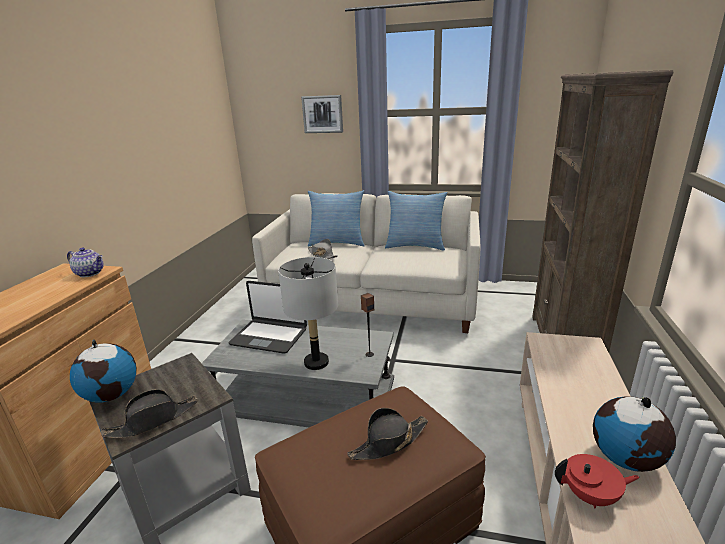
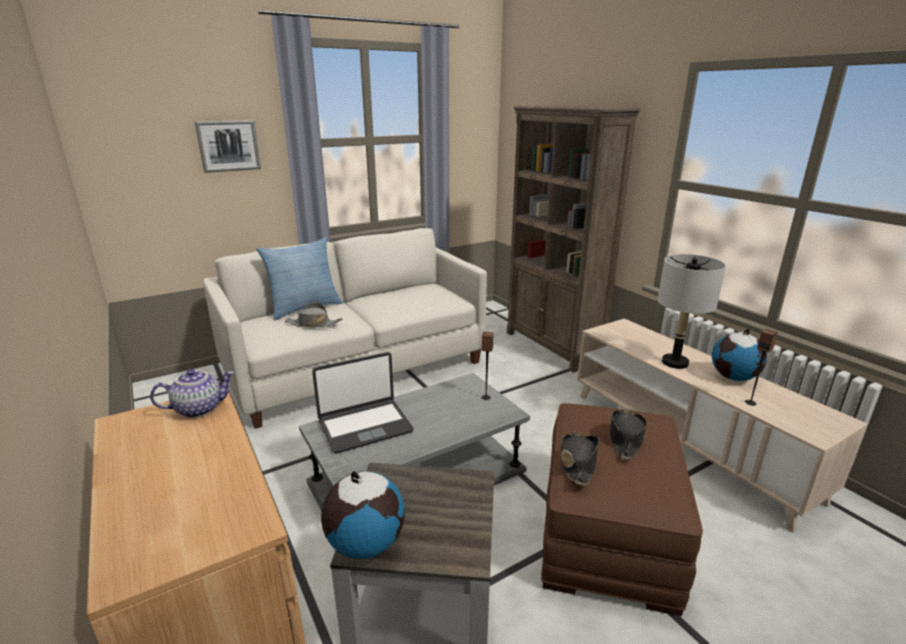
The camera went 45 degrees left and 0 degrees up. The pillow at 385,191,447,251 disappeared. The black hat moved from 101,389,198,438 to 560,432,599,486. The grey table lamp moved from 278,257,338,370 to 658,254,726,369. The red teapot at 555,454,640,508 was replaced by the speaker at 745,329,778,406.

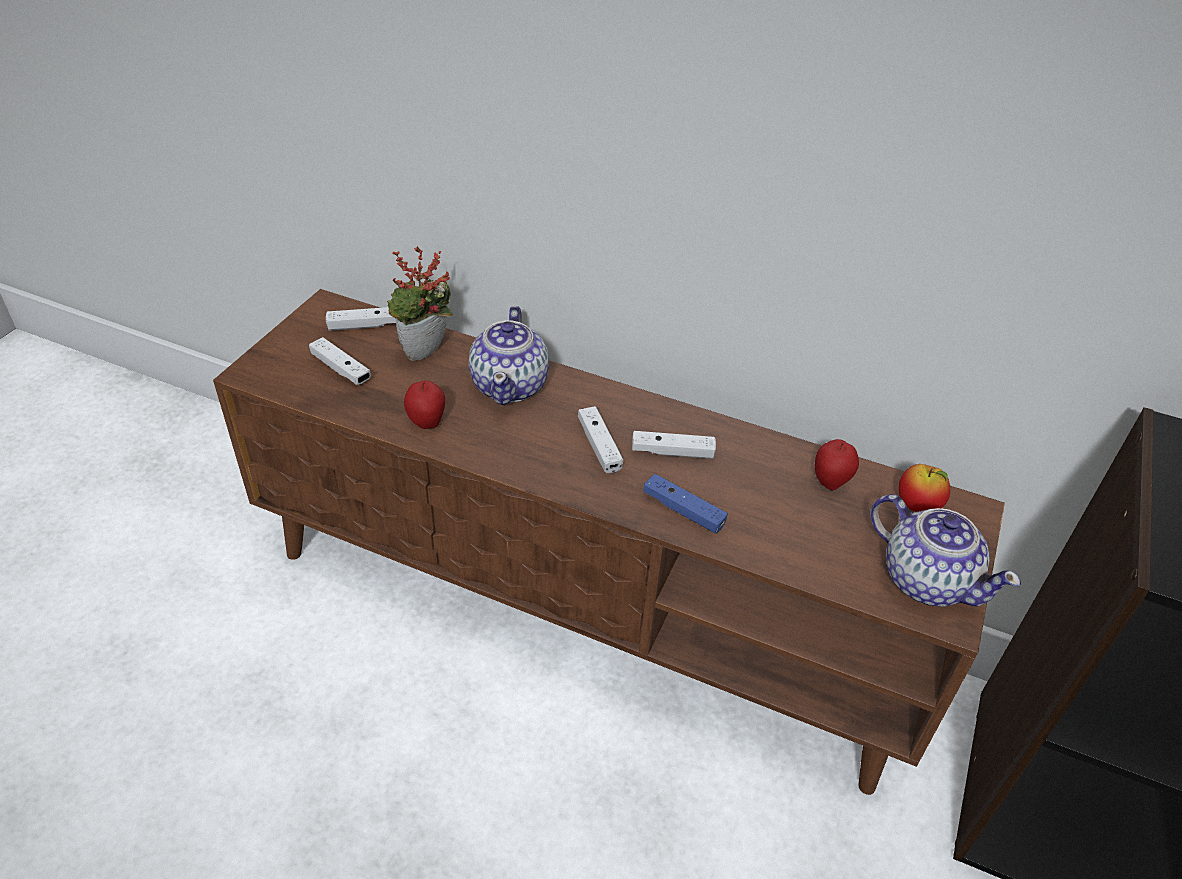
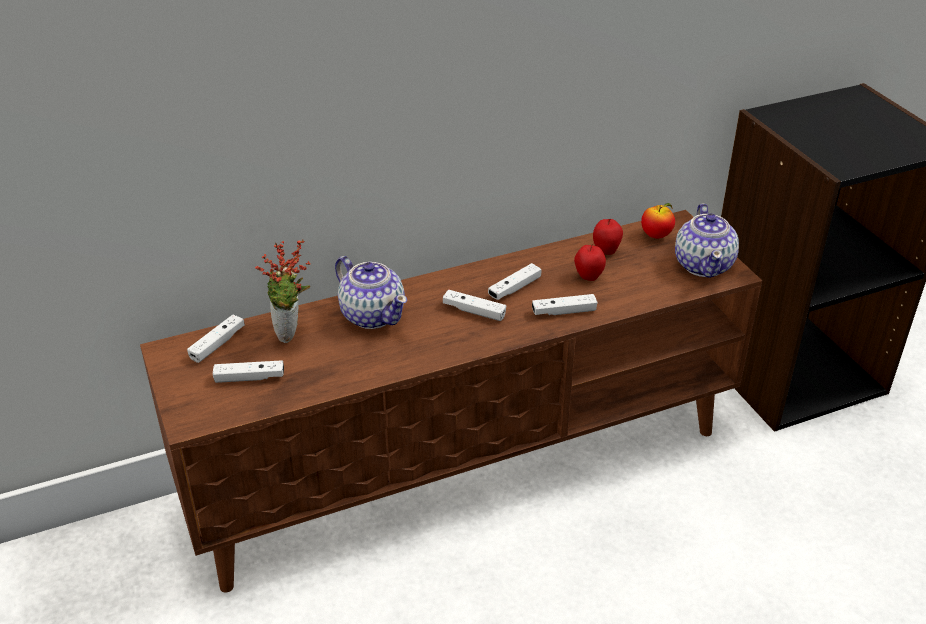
The camera went 45 degrees left and 5 degrees down. The apple moved from 404,381,445,429 to 574,243,606,281. The blue game controller at 643,474,728,534 became the white game controller at 532,294,598,315. The teapot at 871,494,1021,607 turned 90 degrees clockwise.

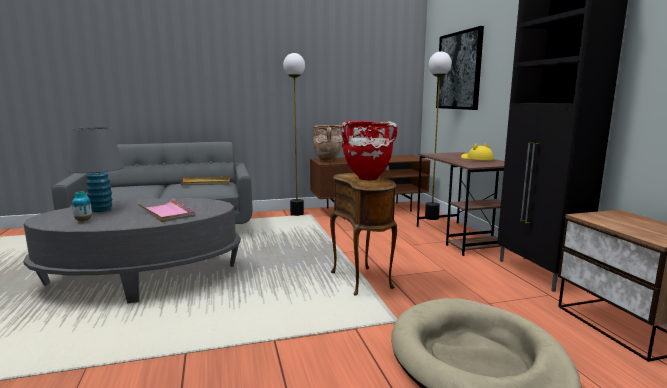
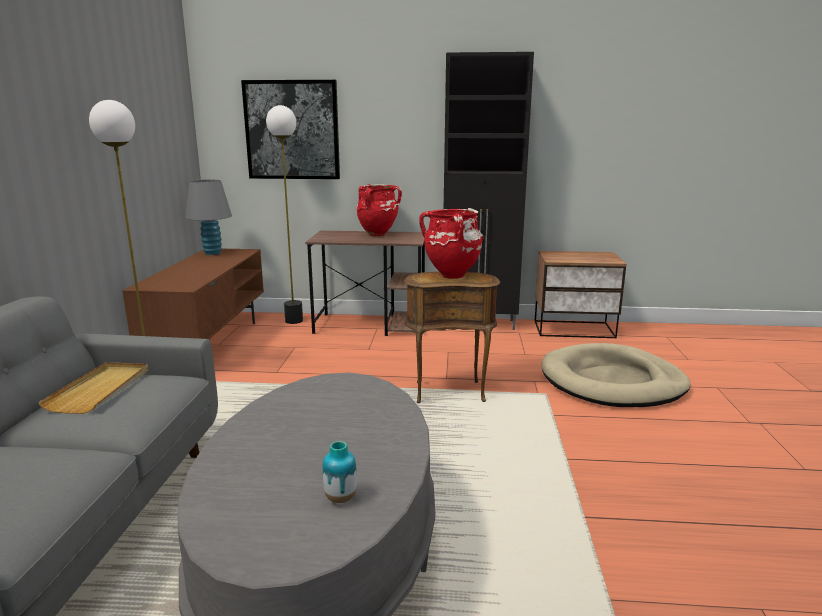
The camera went 70 degrees left and 5 degrees up. The pink tray at 138,198,195,222 disappeared. The beige vase at 313,125,343,162 disappeared. The grey table lamp moved from 67,127,124,212 to 186,179,232,255. The yellow hat at 461,143,494,161 was replaced by the red vase at 357,184,402,236.

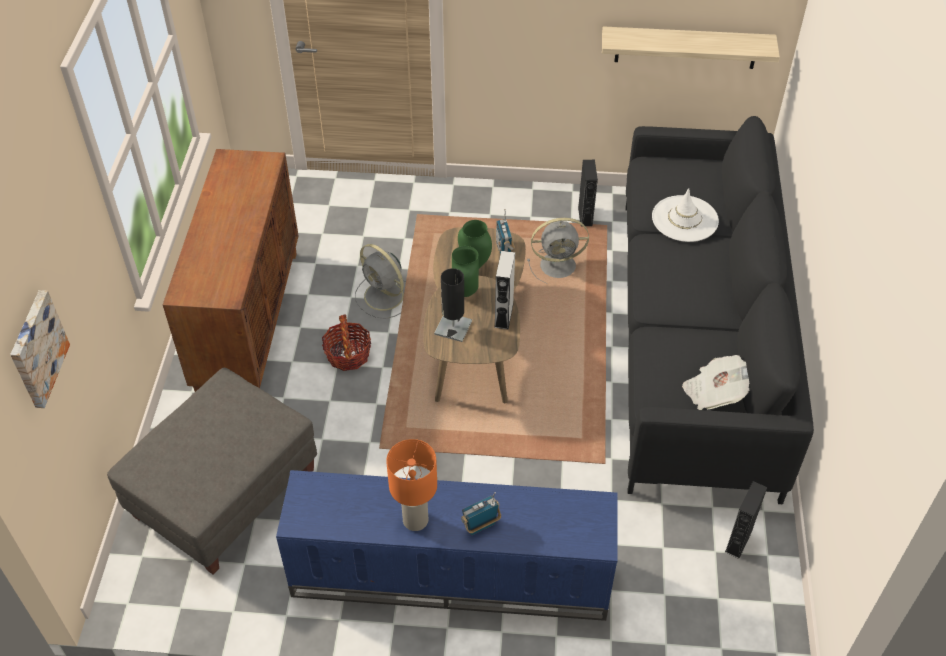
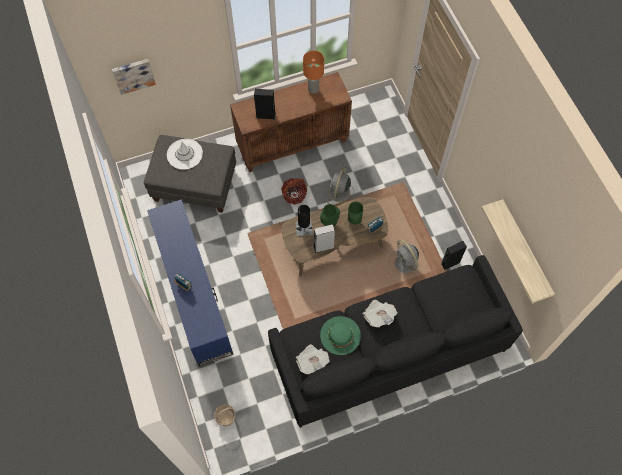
The camera went 65 degrees right and 15 degrees up. The basket at 214,404,236,426 appeared. The green hat at 320,316,361,355 appeared. The newspaper at 362,300,397,327 appeared. The orange table lamp moved from 386,439,437,531 to 303,51,324,93. The white hat moved from 652,188,719,242 to 167,139,203,170. The black speaker moved from 725,481,767,559 to 254,89,276,120.

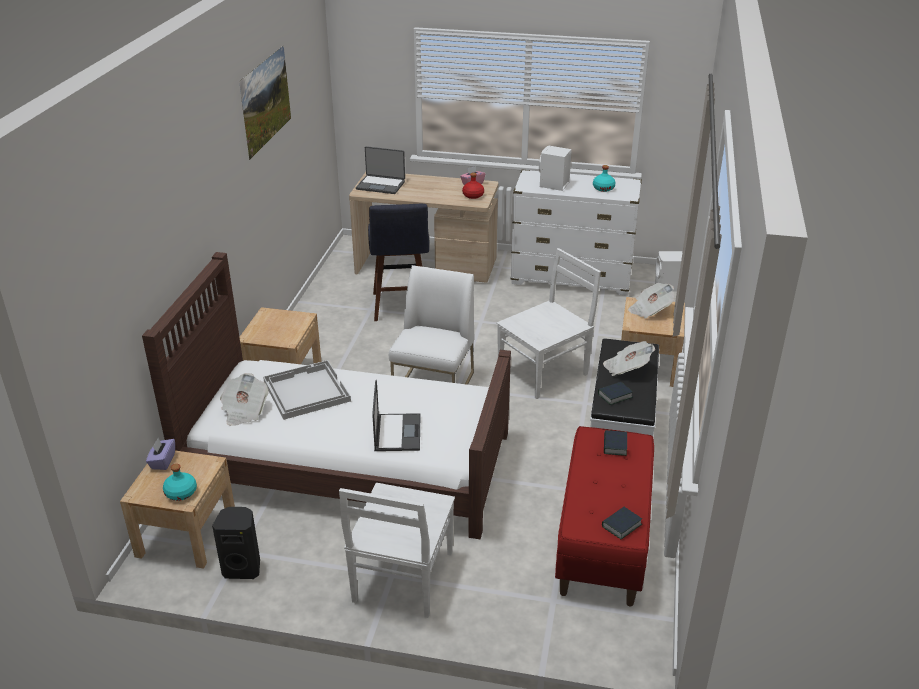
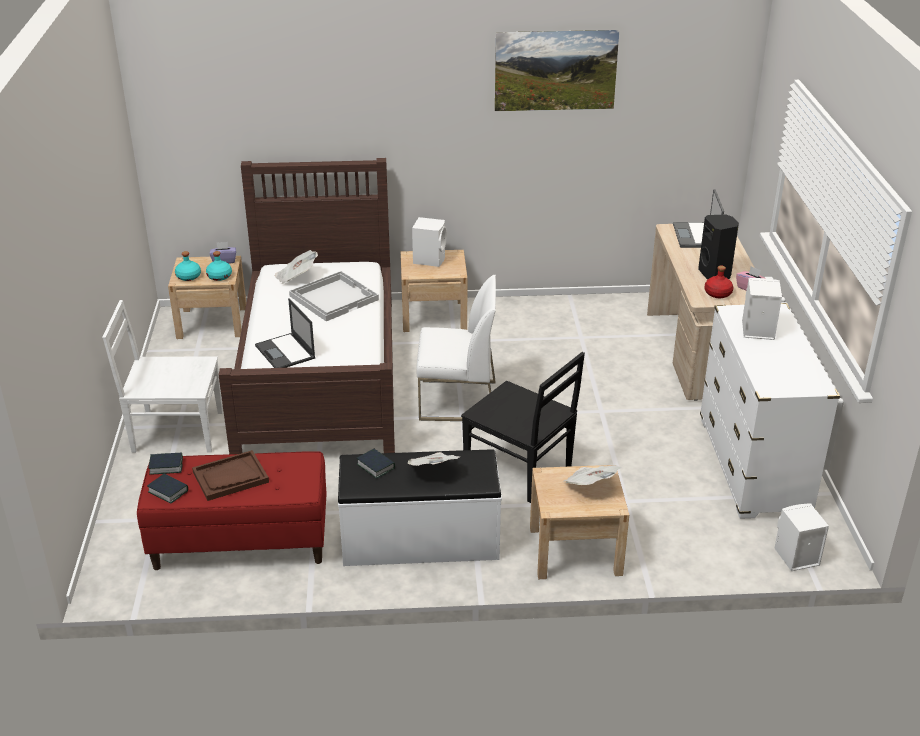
The camera went 75 degrees right and 0 degrees up. The blue stool at 368,204,430,321 disappeared. The brown tray at 192,450,269,501 appeared. The white speaker at 412,217,447,267 appeared. The black speaker moved from 212,507,260,579 to 698,214,739,280. The turquoise bottle moved from 593,165,616,192 to 206,251,232,281. The book moved from 604,430,627,456 to 148,453,183,475. The white chair at 497,248,601,399 became the black chair at 461,352,585,503. The laptop at 372,380,421,451 turned 75 degrees clockwise.

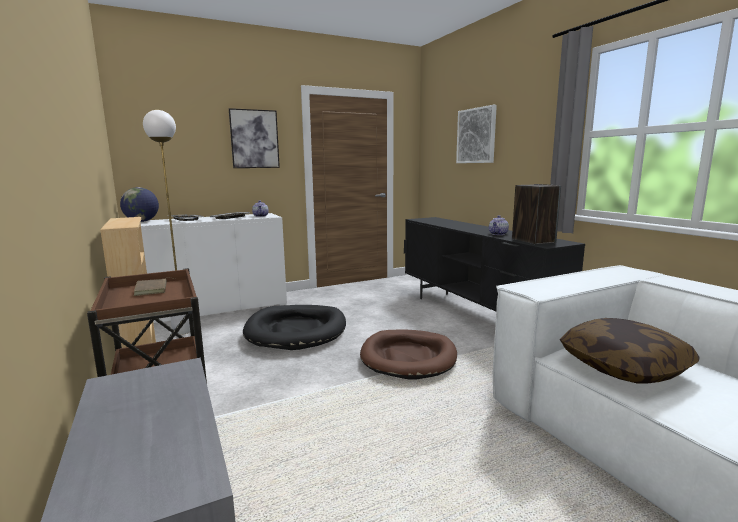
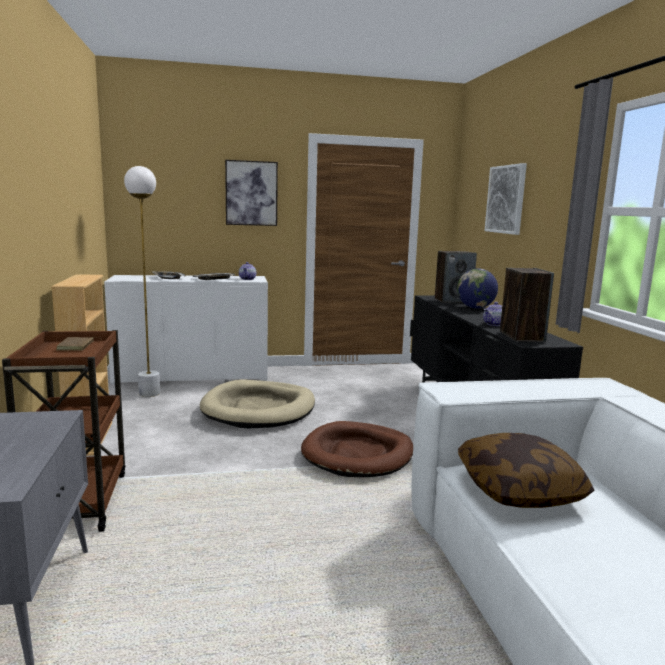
The camera went 15 degrees right and 0 degrees up. The speaker at 435,251,477,303 appeared. The globe moved from 120,187,159,222 to 457,268,498,308. The black dog bed at 243,305,346,350 became the beige dog bed at 200,379,315,428.

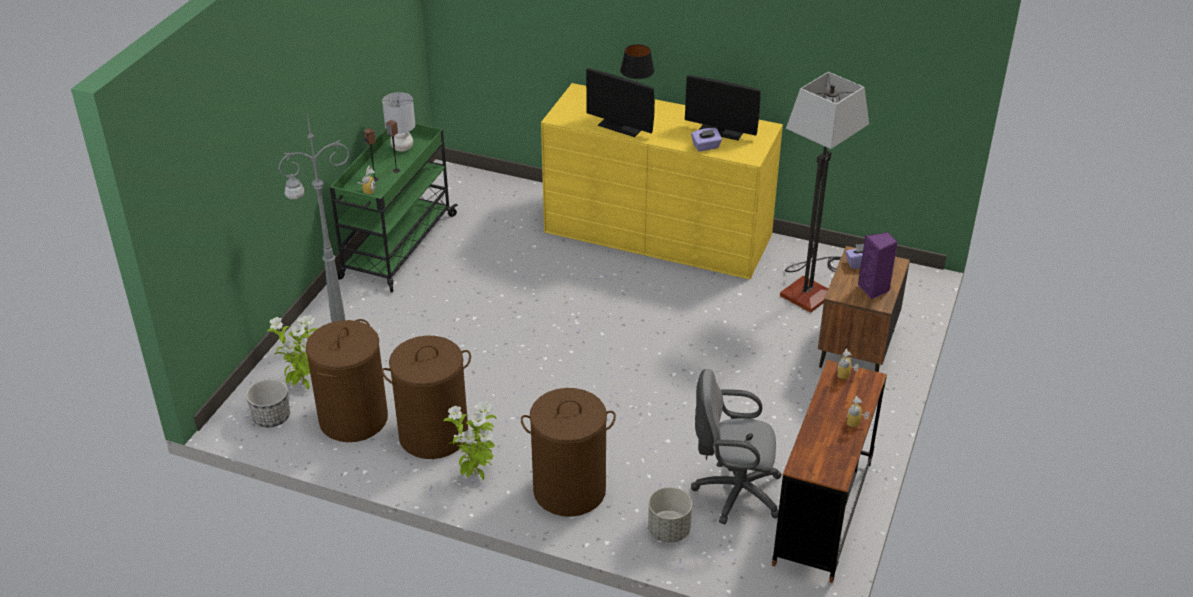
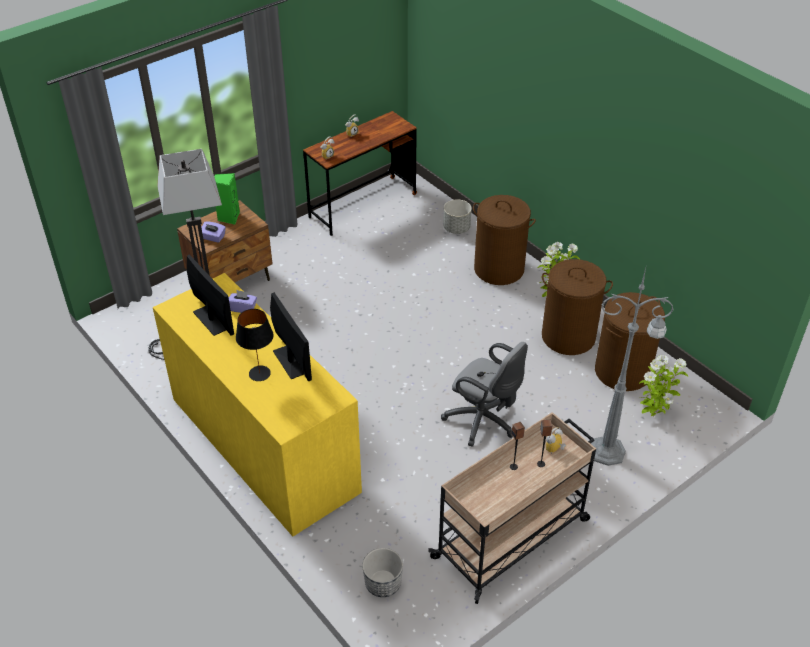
The camera went 150 degrees left and 5 degrees up. The grey table lamp at 382,92,415,152 disappeared. The planter moved from 246,379,290,427 to 362,548,403,597. The grey office chair moved from 691,369,782,524 to 441,342,528,447. The green cart at 330,123,458,292 became the beige cart at 428,412,596,604. The purple speaker at 858,232,898,299 became the green speaker at 214,173,240,224.

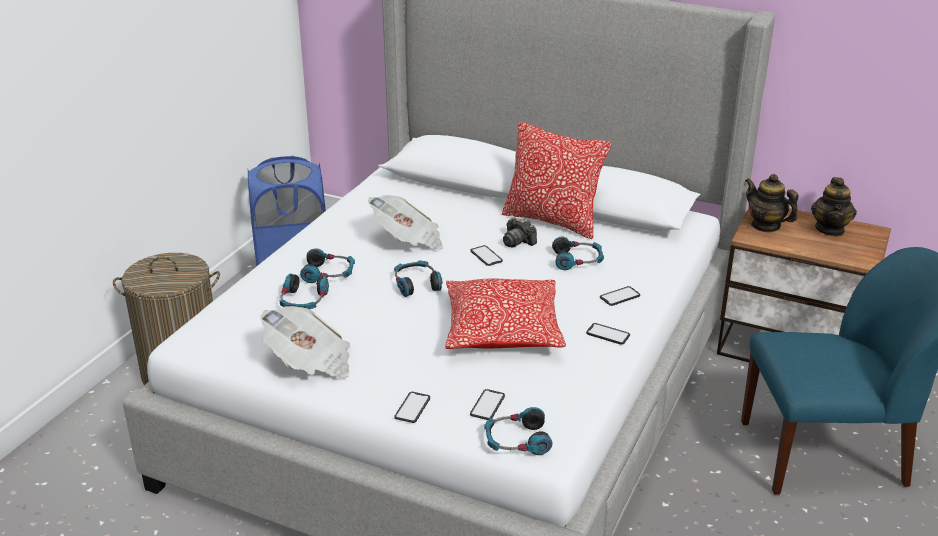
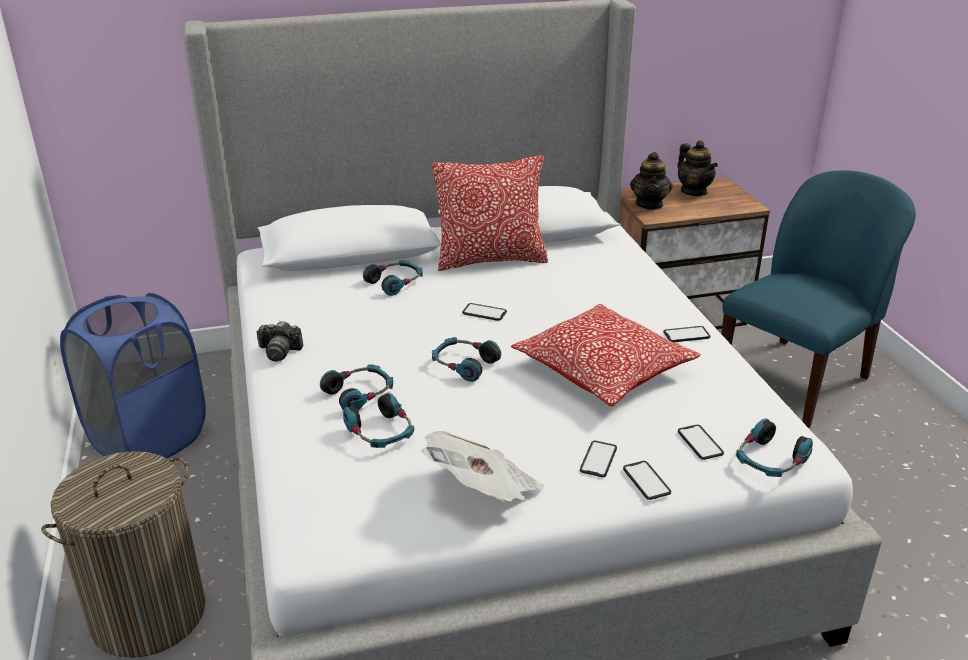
The camera went 40 degrees left and 0 degrees up. The newspaper at 368,195,443,249 disappeared. The photo camera moved from 503,218,537,248 to 256,321,303,361. The headphones moved from 552,237,604,270 to 363,260,423,296. The phone moved from 600,286,640,306 to 580,440,617,477. The teapot at 745,174,798,232 turned 90 degrees counterclockwise.

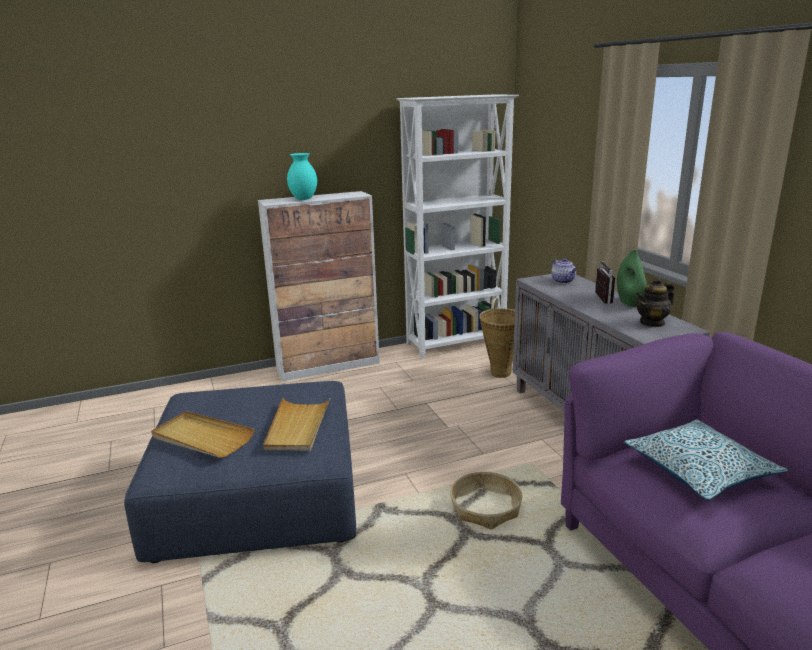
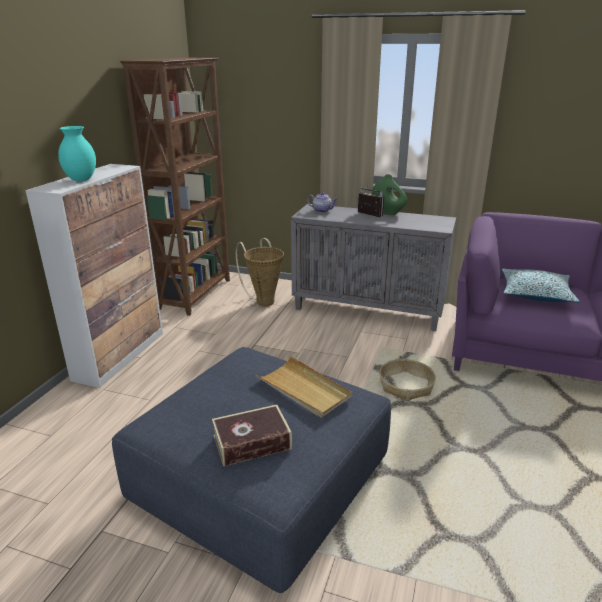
The camera went 50 degrees left and 5 degrees up. The teapot at 636,277,674,327 disappeared. The beige tray at 151,411,255,458 was replaced by the book at 212,405,292,466. The white bookcase at 396,94,519,358 became the brown bookcase at 120,58,230,316.

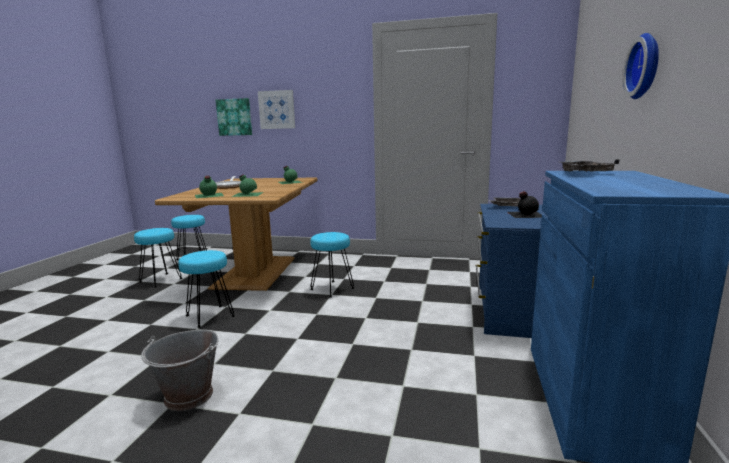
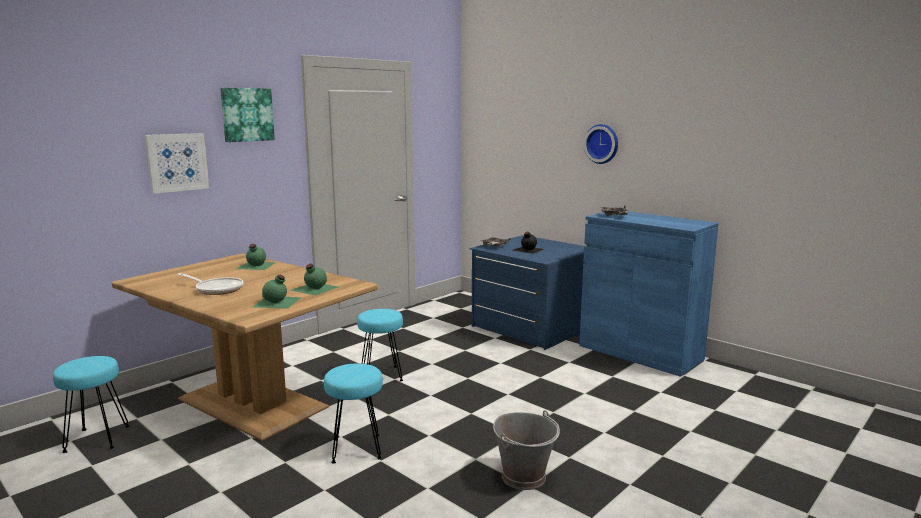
The camera went 60 degrees left and 0 degrees up. The turquoise stool at 134,228,182,287 disappeared. The picture moved from 216,98,252,136 to 220,88,275,142.

